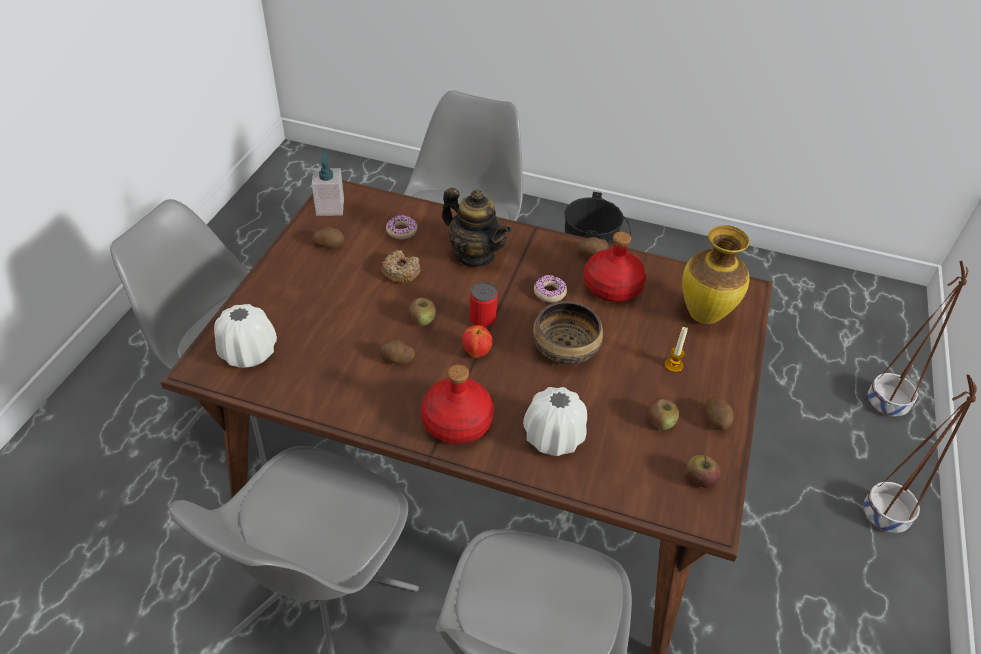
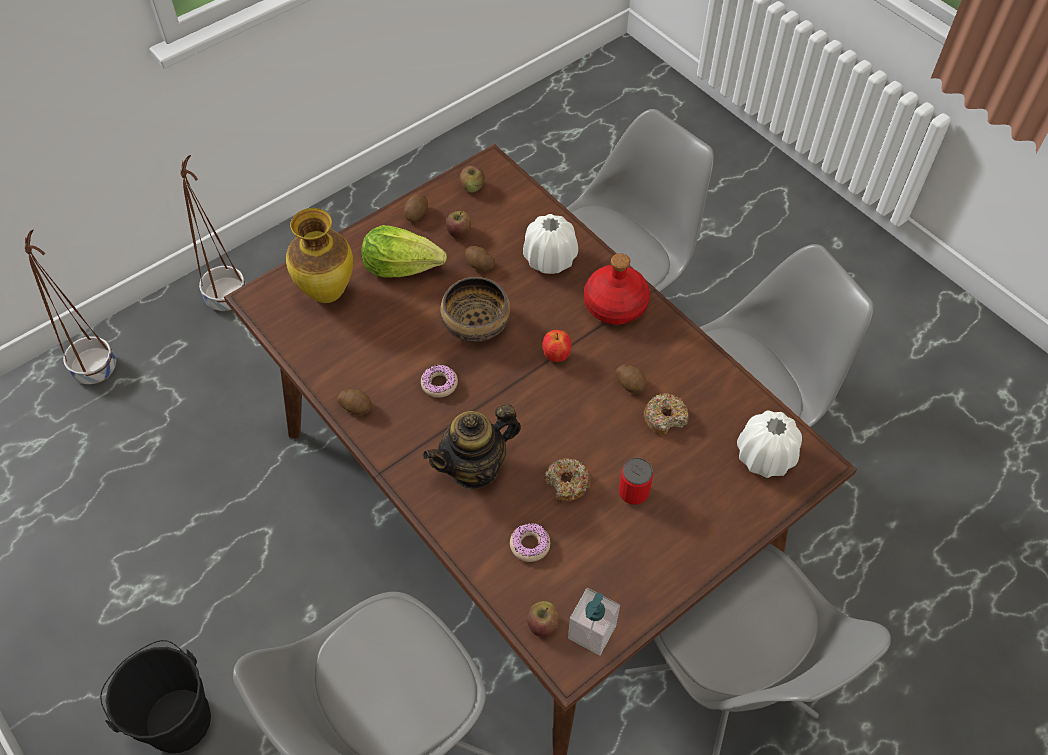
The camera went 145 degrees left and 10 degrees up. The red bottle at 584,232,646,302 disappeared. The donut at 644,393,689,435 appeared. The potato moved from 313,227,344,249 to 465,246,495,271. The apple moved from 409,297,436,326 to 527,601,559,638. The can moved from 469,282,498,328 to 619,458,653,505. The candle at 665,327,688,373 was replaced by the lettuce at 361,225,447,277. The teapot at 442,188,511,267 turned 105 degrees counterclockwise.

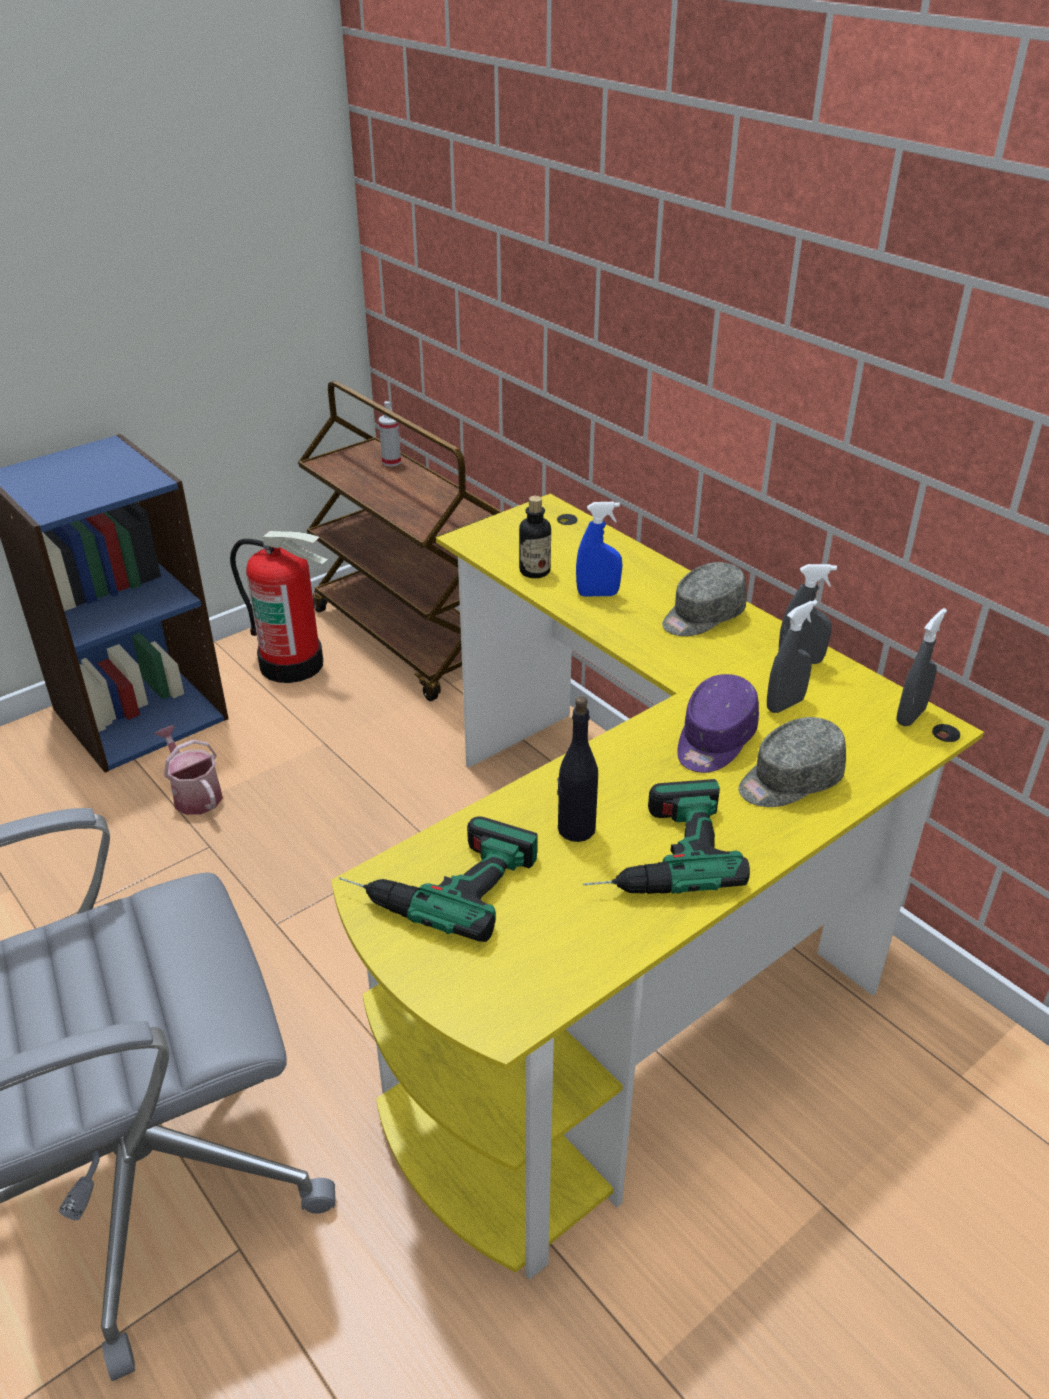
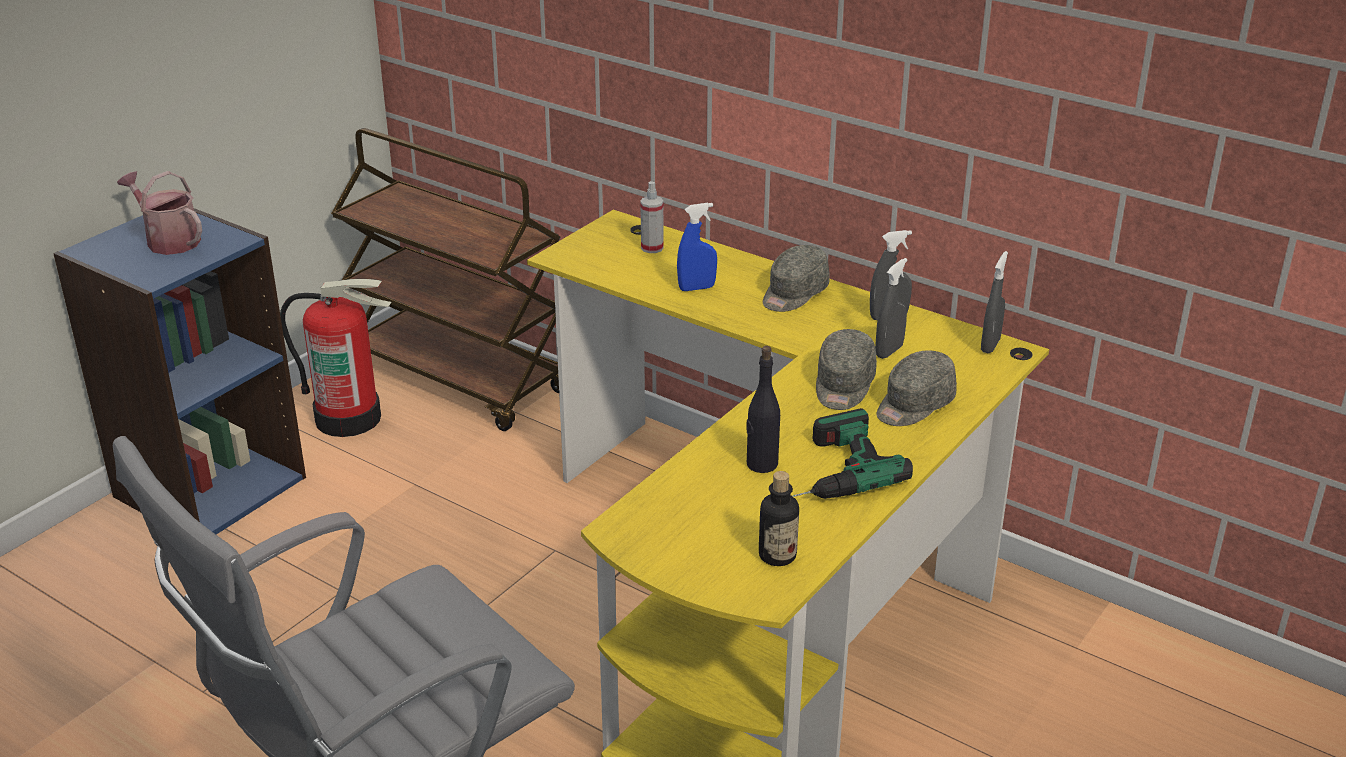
The camera went 15 degrees left and 5 degrees down. The power drill at 339,816,538,942 disappeared. The watering can moved from 154,725,223,815 to 117,171,202,255. The spray bottle moved from 379,401,401,466 to 640,181,664,253. The bottle moved from 519,496,551,578 to 759,471,799,566. The purple cap at 677,674,759,773 became the grey cap at 816,329,877,410.

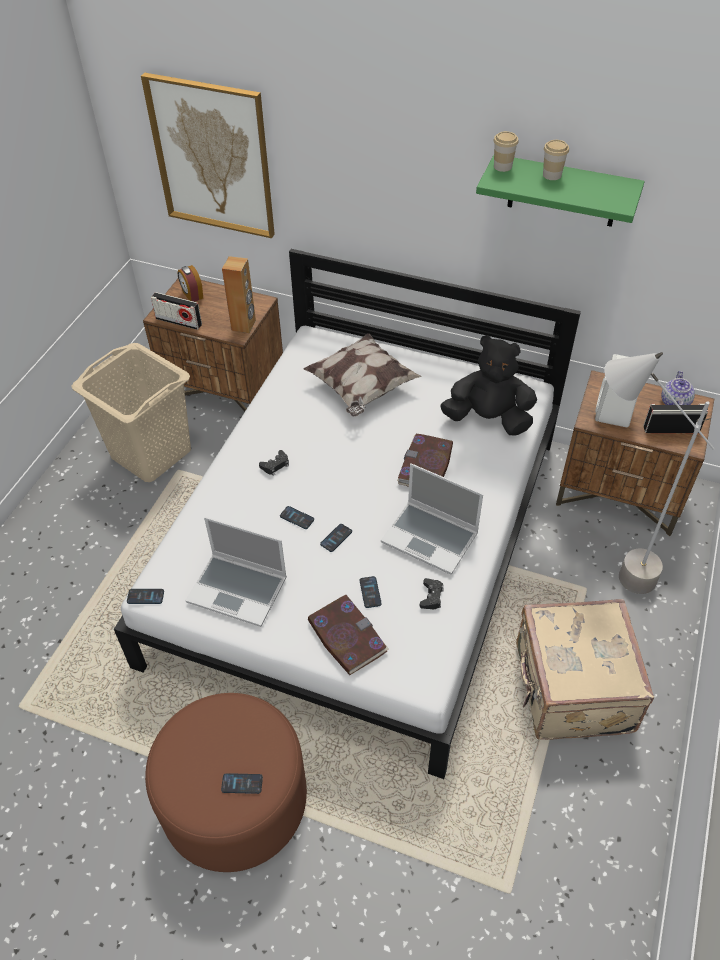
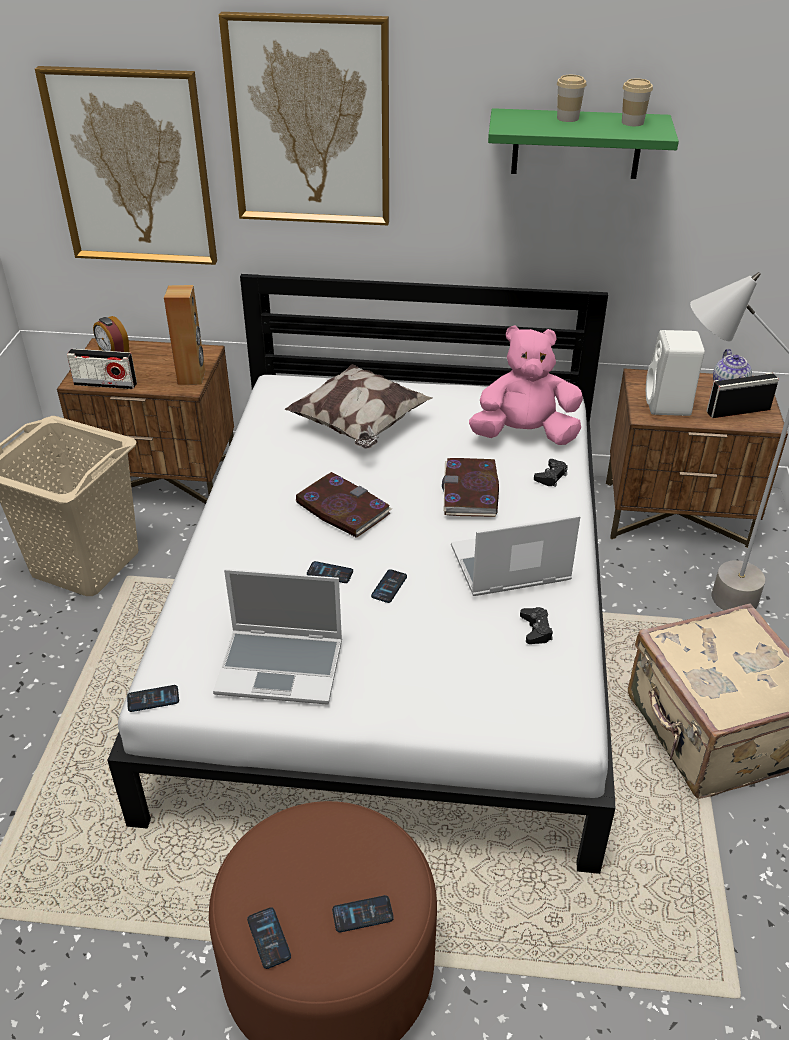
The camera went 15 degrees left and 10 degrees down. The picture at 219,12,389,225 appeared. The black game controller moved from 259,450,289,476 to 534,459,568,487. The book moved from 308,595,389,675 to 296,472,392,538. The phone moved from 360,576,381,608 to 247,907,291,969. The cup moved from 493,131,519,172 to 622,78,653,126. The black plush toy at 440,335,537,435 became the pink plush toy at 469,326,583,445. The laptop at 381,463,483,575 turned 150 degrees clockwise.

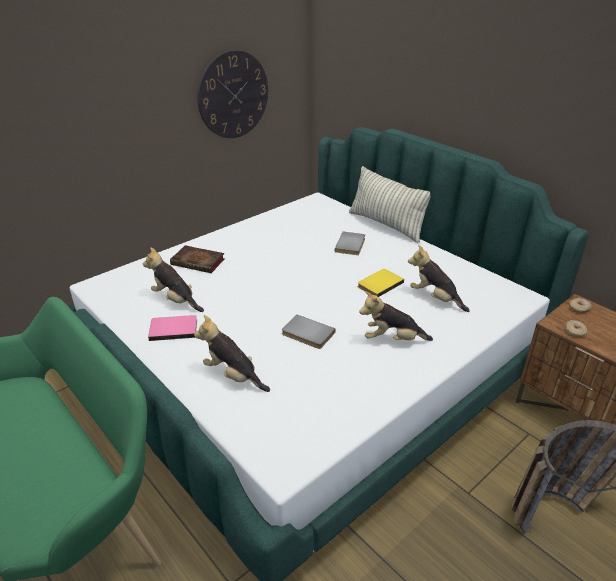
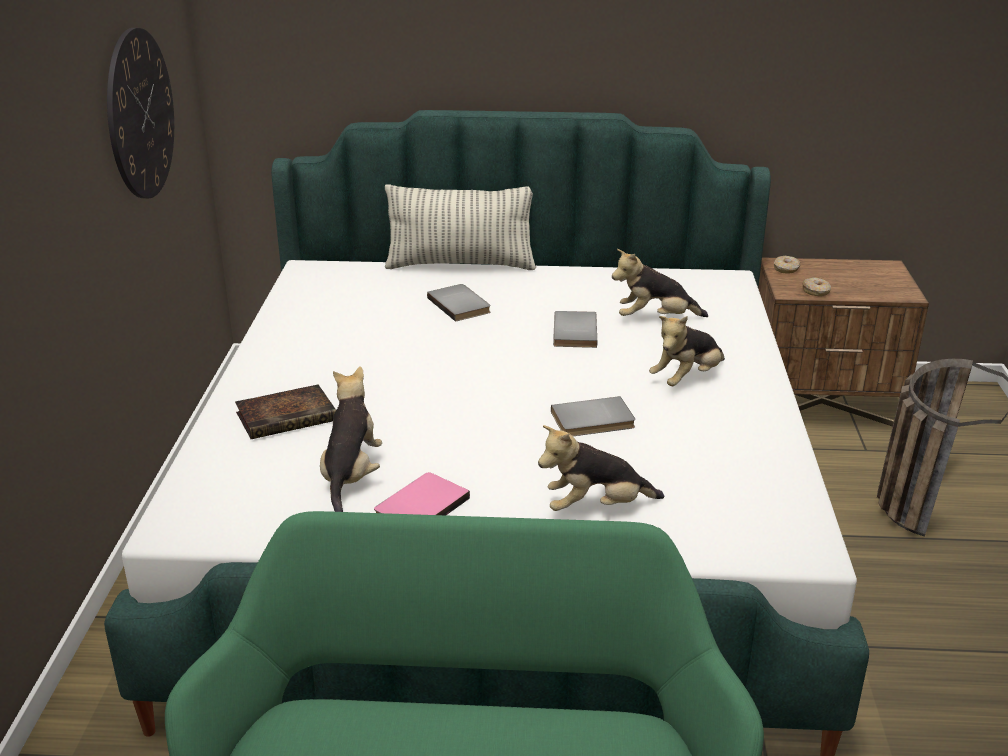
The camera went 45 degrees left and 5 degrees down. The yellow book at 358,269,404,297 became the grey book at 553,311,597,348. The plush toy at 143,247,204,312 turned 105 degrees clockwise.

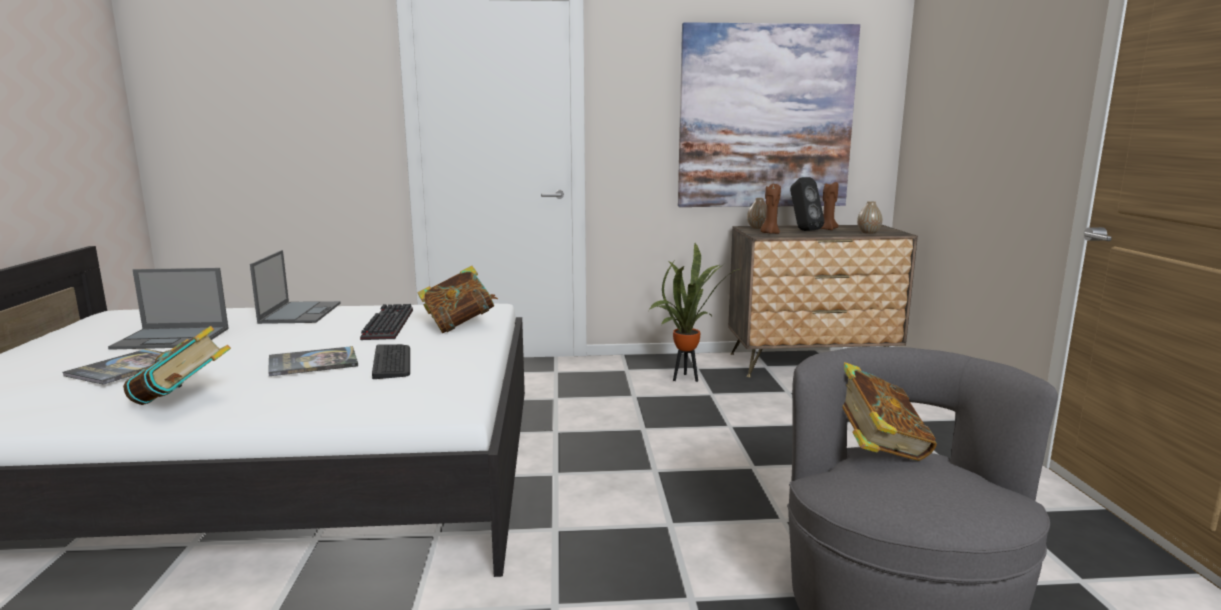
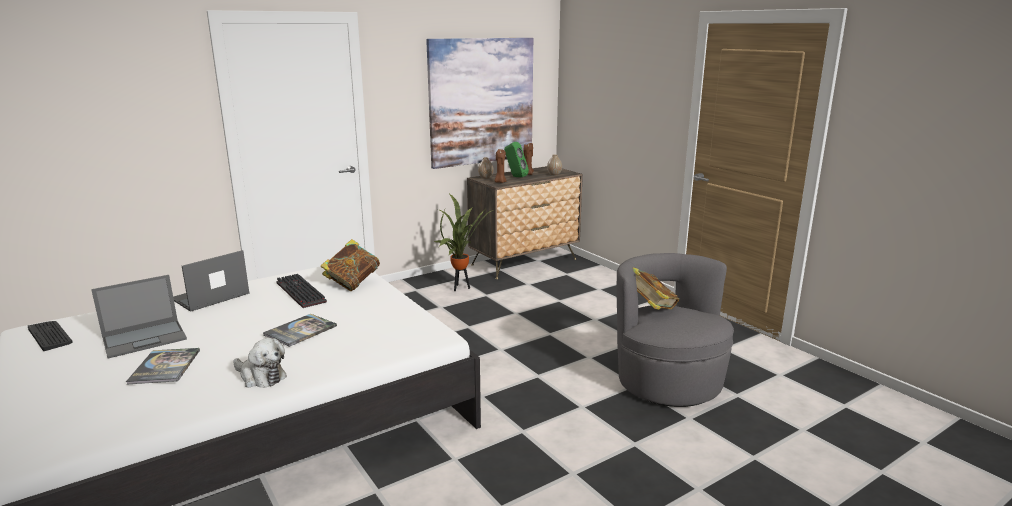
The camera went 30 degrees left and 5 degrees up. The keyboard moved from 372,344,410,379 to 28,321,72,351. The book at 123,326,231,405 was replaced by the plush toy at 233,338,287,388. The black speaker at 790,177,824,231 became the green speaker at 504,142,529,177. The laptop at 250,250,340,324 turned 105 degrees counterclockwise.

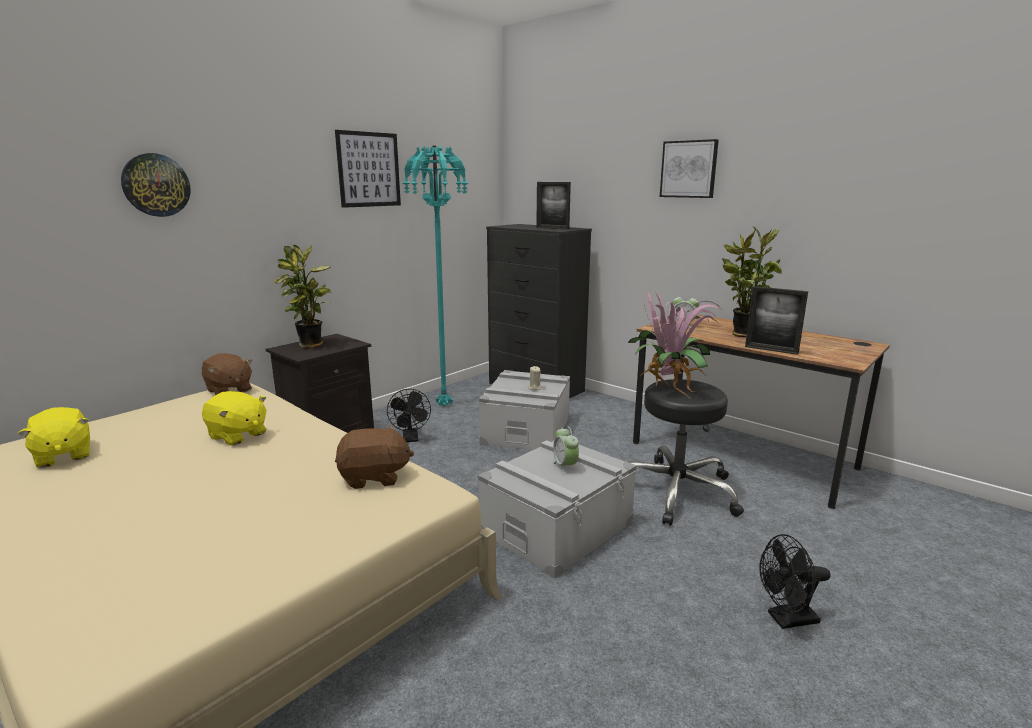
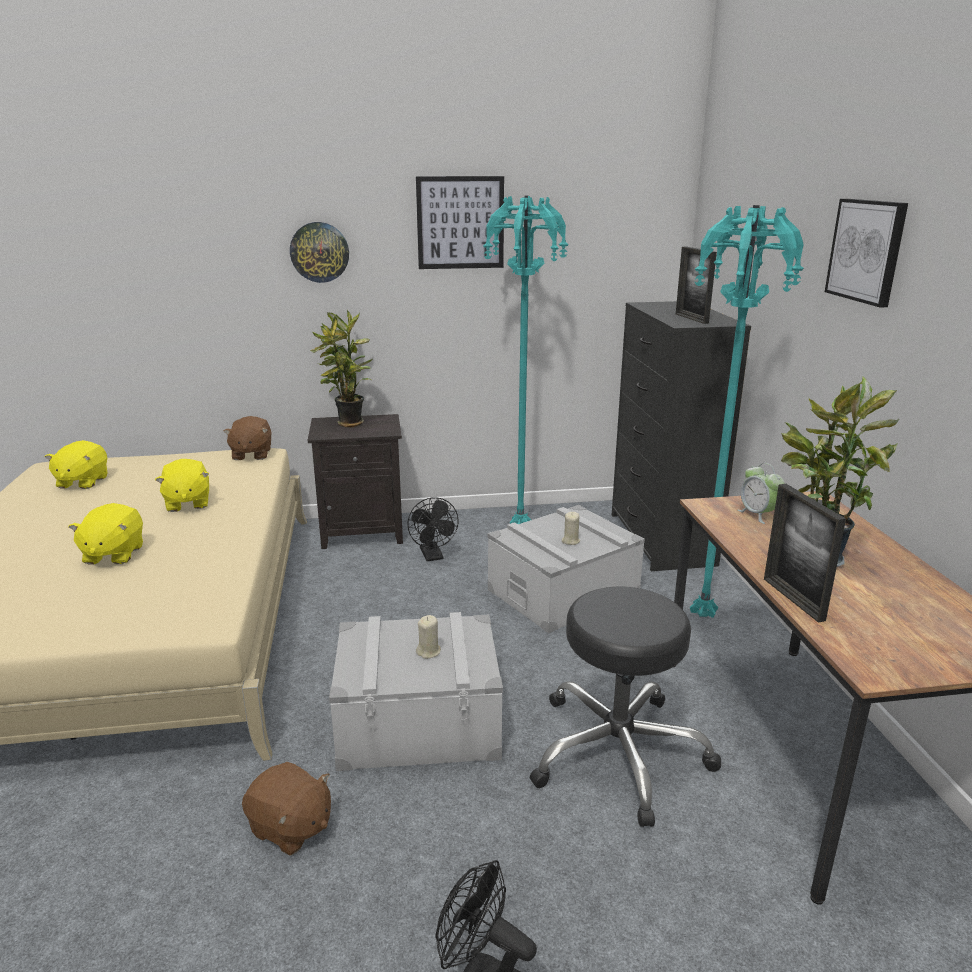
The camera went 40 degrees right and 5 degrees up. The potted plant at 628,291,724,396 disappeared. The yellow plush toy at 68,503,143,564 appeared. The turquoise floor lamp at 690,205,804,618 appeared. The wall clock moved from 121,153,191,217 to 290,222,349,283. The brown plush toy moved from 335,425,414,489 to 242,762,331,856. The alarm clock at 552,426,579,475 was replaced by the beige candle at 416,615,441,659. The black fan at 387,389,431,442 turned 45 degrees counterclockwise.

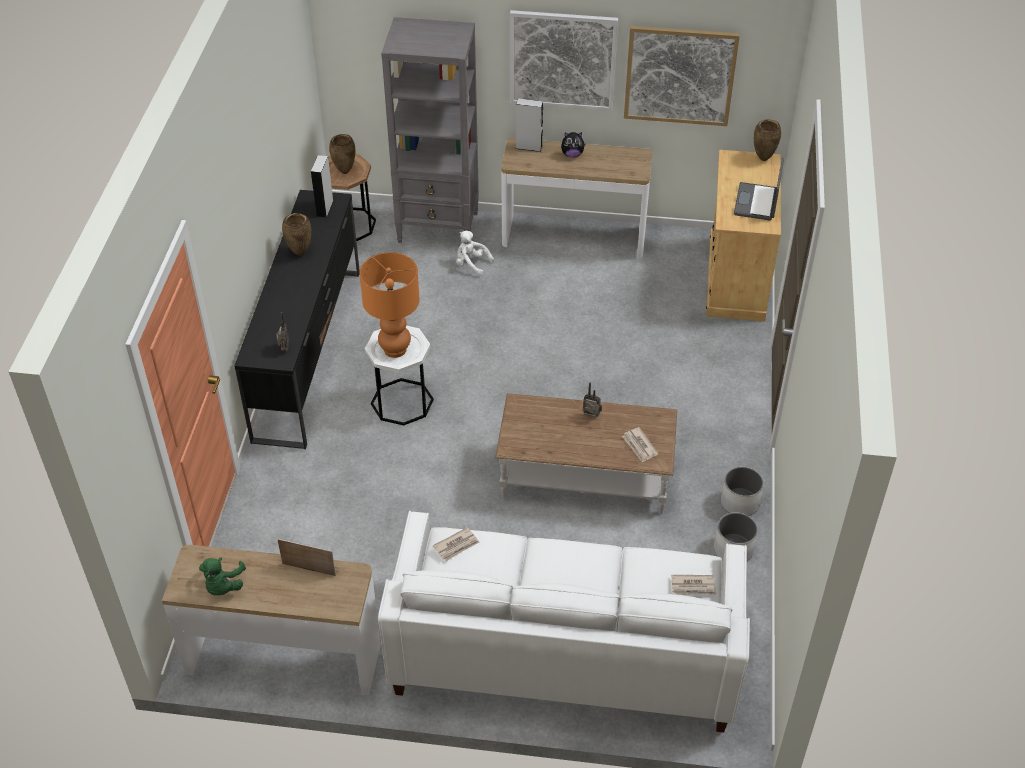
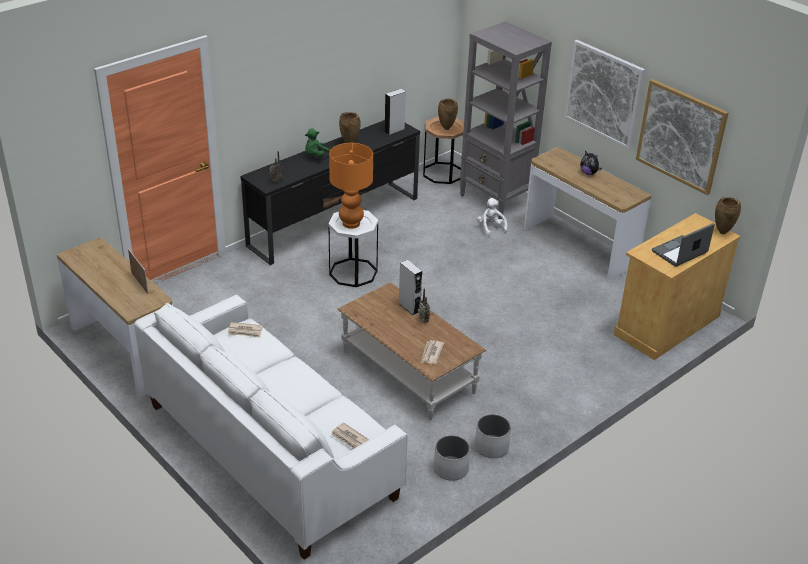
The camera went 40 degrees right and 10 degrees down. The green plush toy moved from 199,557,246,595 to 305,128,331,158. The grey speaker moved from 515,98,543,152 to 398,260,422,316.

